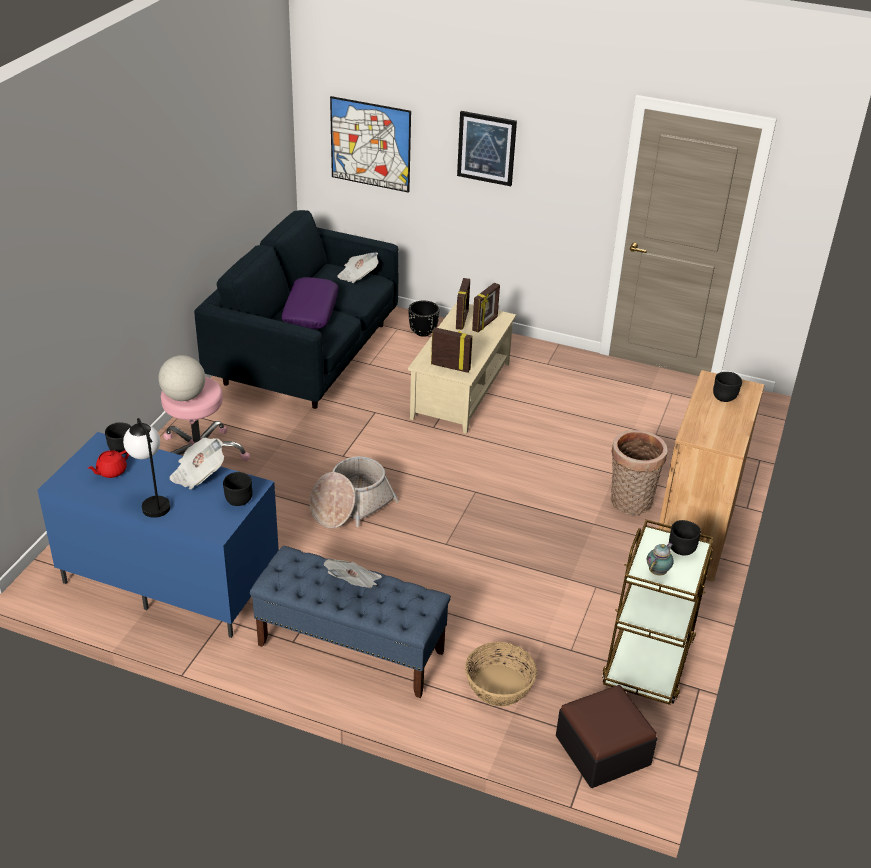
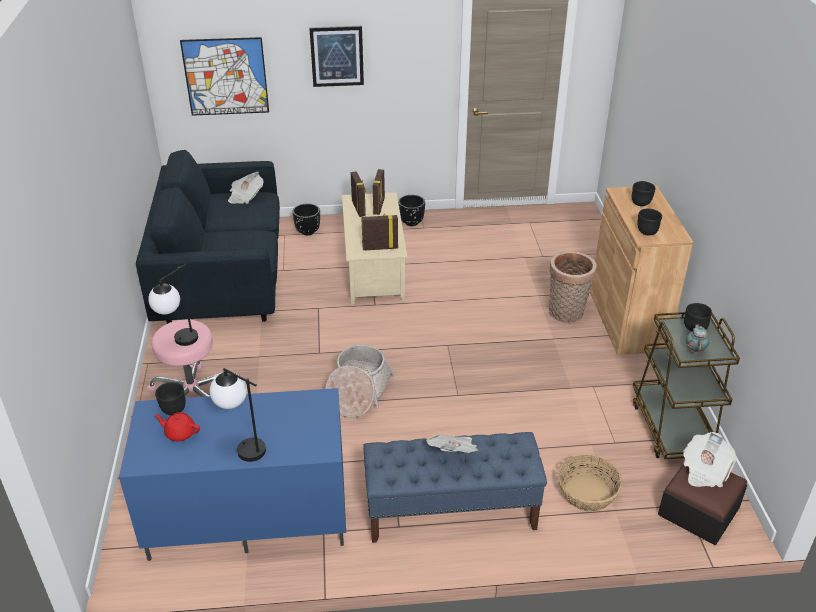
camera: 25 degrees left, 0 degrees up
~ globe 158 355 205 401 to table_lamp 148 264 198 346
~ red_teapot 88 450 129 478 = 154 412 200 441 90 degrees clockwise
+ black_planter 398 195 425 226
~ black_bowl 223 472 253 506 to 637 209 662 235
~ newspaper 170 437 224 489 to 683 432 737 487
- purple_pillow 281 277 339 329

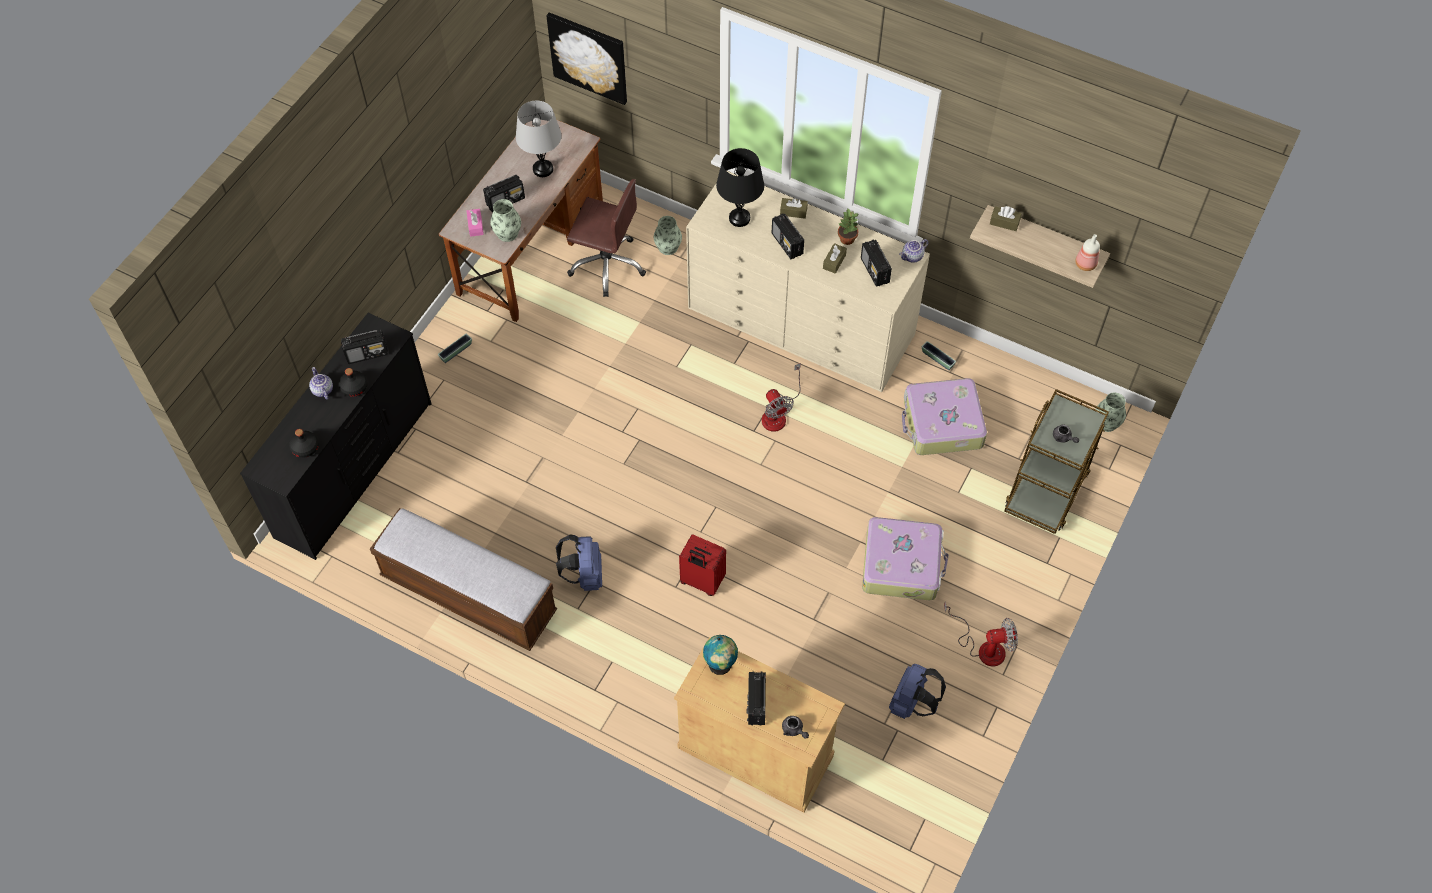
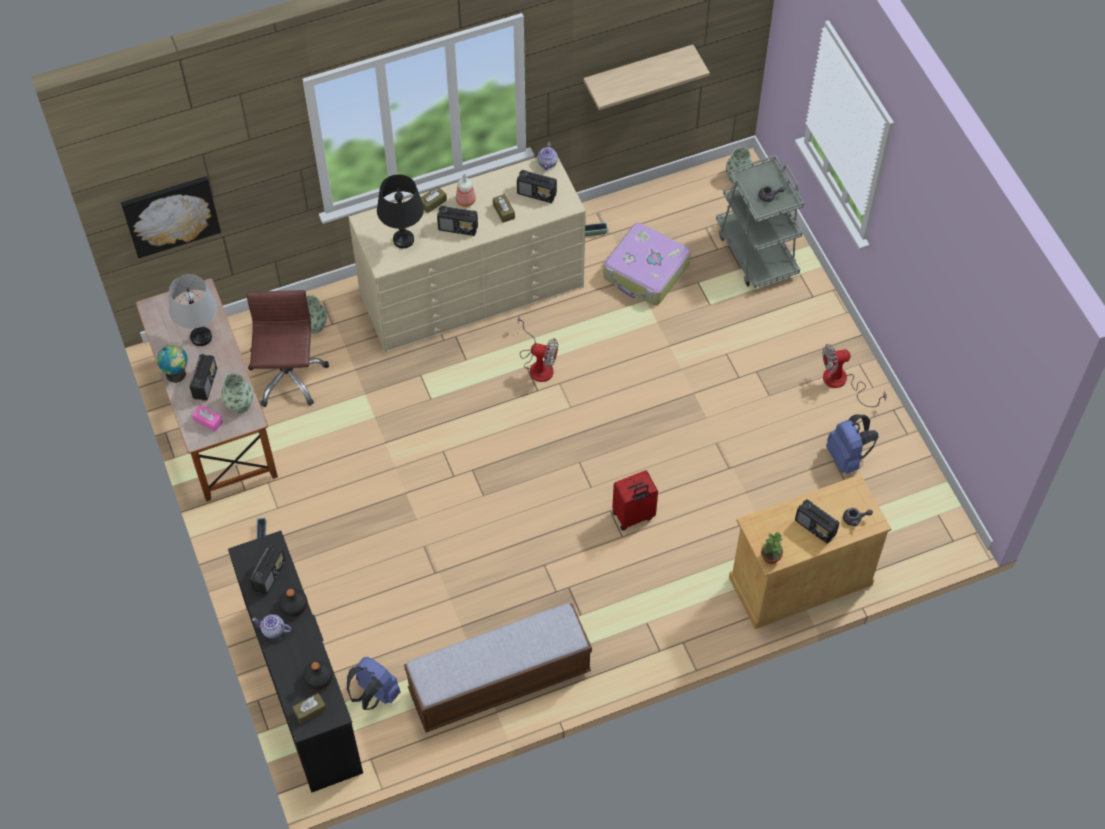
camera: 50 degrees left, 0 degrees up
~ globe 703 635 738 675 to 157 345 188 383
~ brown_office_chair 567 179 646 297 = 246 290 329 407 60 degrees counterclockwise
~ brown_tissue_box 990 206 1022 231 to 293 693 327 724
~ blue_backpack 556 534 602 591 to 347 657 401 710
~ bottle 1075 234 1100 271 to 456 174 476 207
~ brown_cart 1005 389 1109 534 to grey_cart 716 155 804 288
~ potted_plant 838 209 859 245 to 761 531 783 564
~ fan 944 602 1018 667 = 822 344 887 407 135 degrees counterclockwise
- suitcase 862 517 949 600

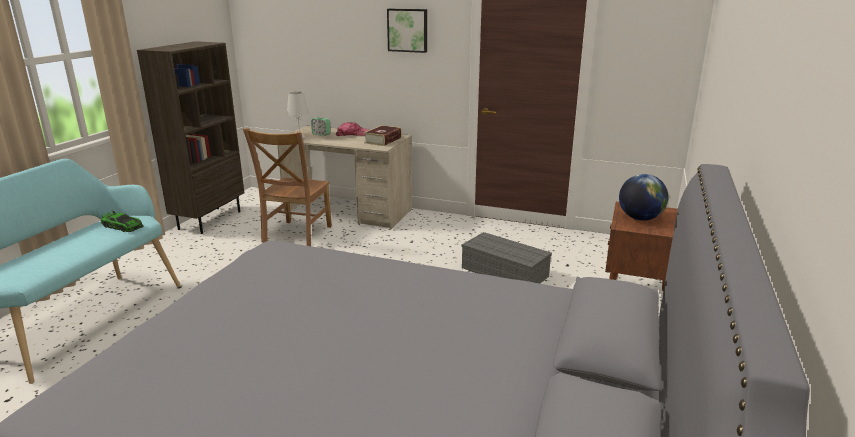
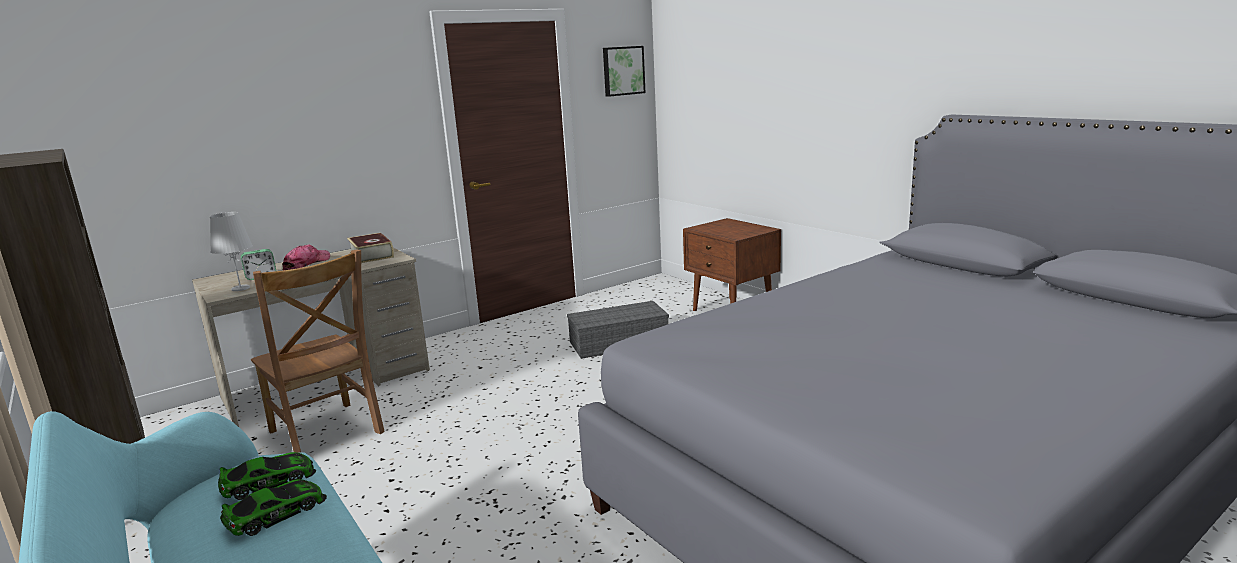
camera: 55 degrees left, 5 degrees down
+ toy_car 220 479 327 536
~ picture 387 9 427 53 to 603 46 646 97
- globe 619 174 668 221

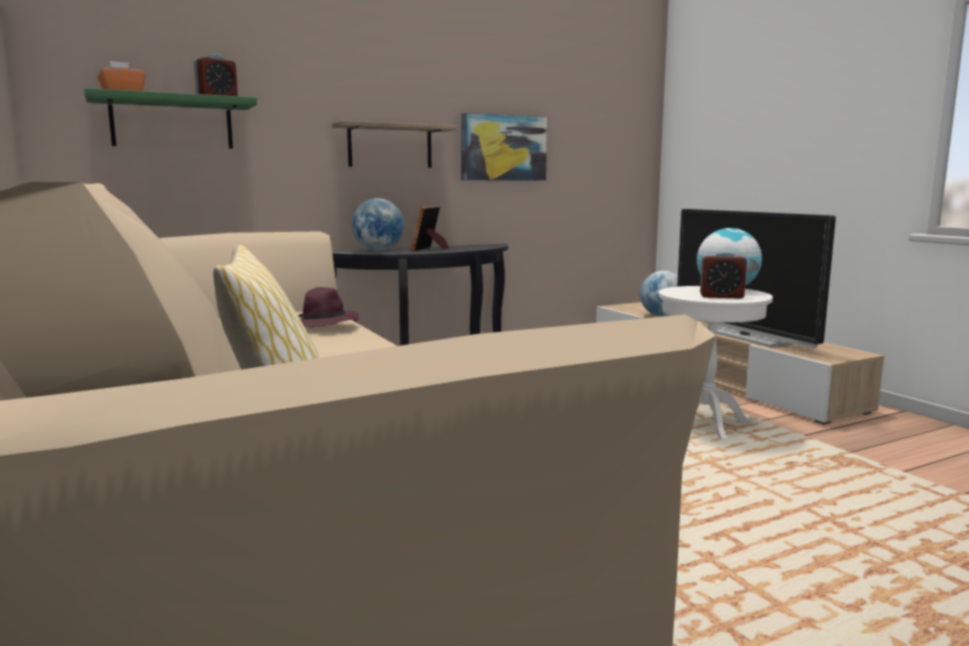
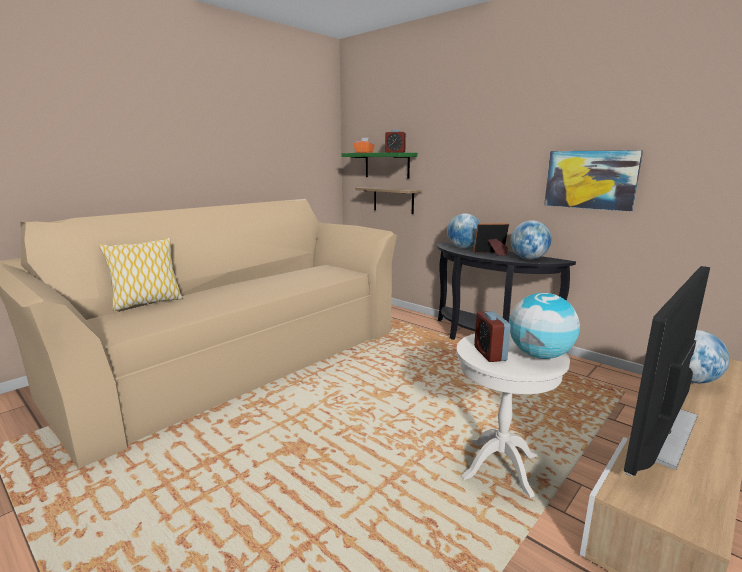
camera: 70 degrees right, 5 degrees up
~ shelf 332 121 458 168 to 355 187 422 214
+ globe 511 220 552 259
- purple_hat 298 287 359 328

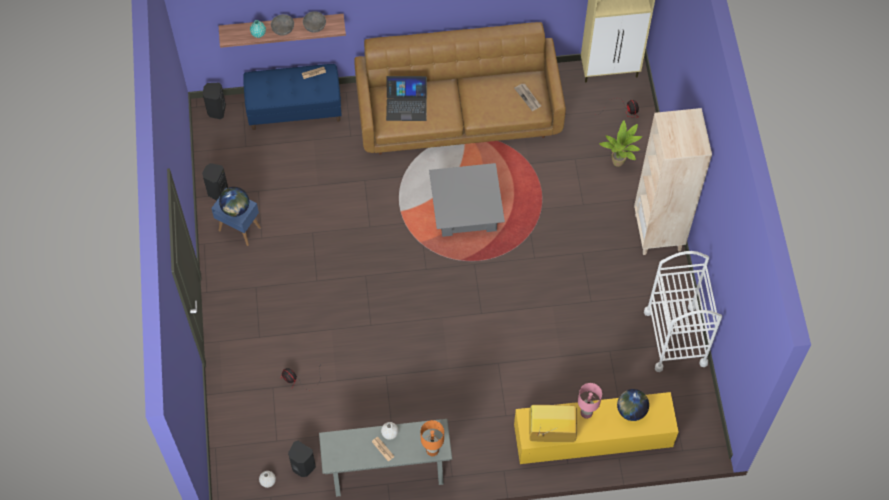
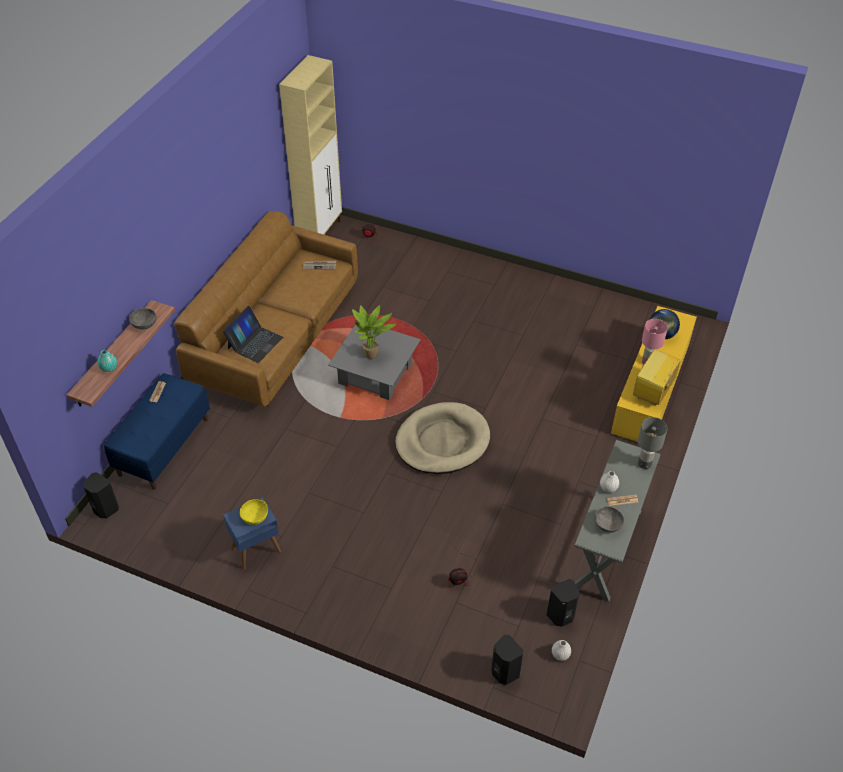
camera: 60 degrees left, 15 degrees down
~ globe 219 187 249 217 to yellow_bowl 240 499 268 525
~ potted_plant 599 121 642 167 to 352 305 396 359
+ beige_dog_bed 395 402 490 474
~ black_speaker 202 163 228 200 to 491 635 523 685
~ grey_bowl 271 14 294 36 to 594 506 624 533
~ orange_table_lamp 420 420 444 456 to grey_table_lamp 638 417 668 469
- beige_bookcase 634 108 712 255
- white_cart 644 251 722 372

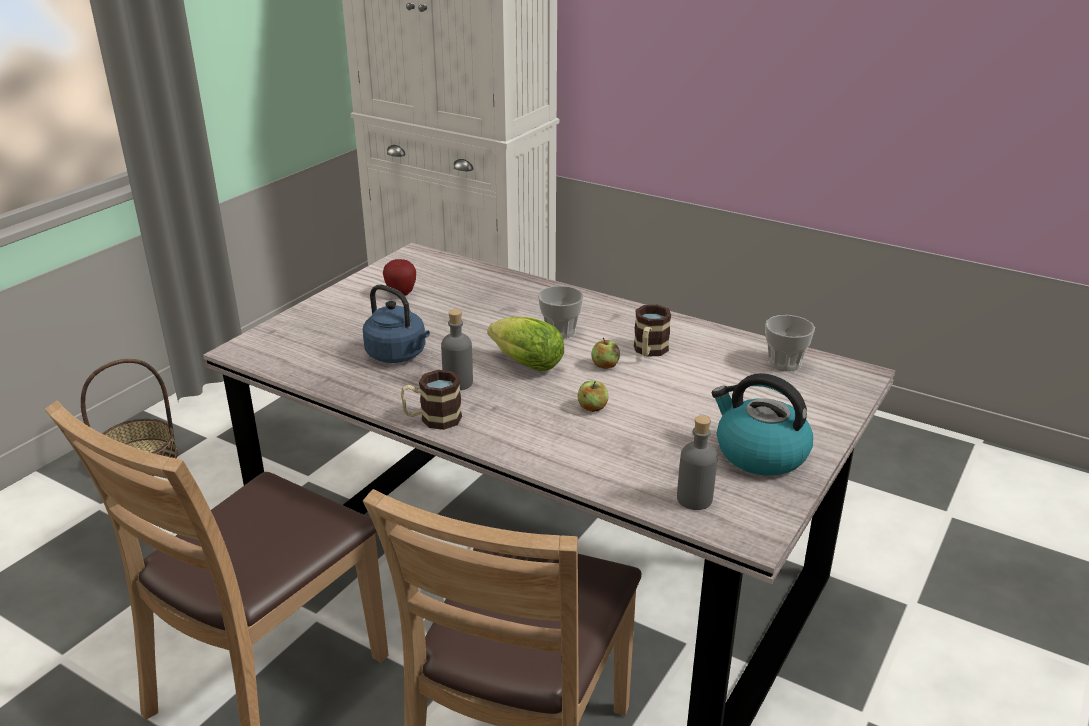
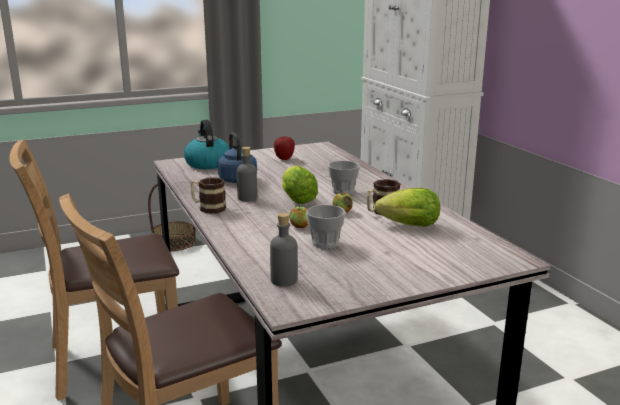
camera: 35 degrees right, 10 degrees down
~ kettle 712 373 813 476 to 184 120 230 169
~ cup 765 315 815 371 to 306 205 346 249
+ lettuce 374 188 440 227

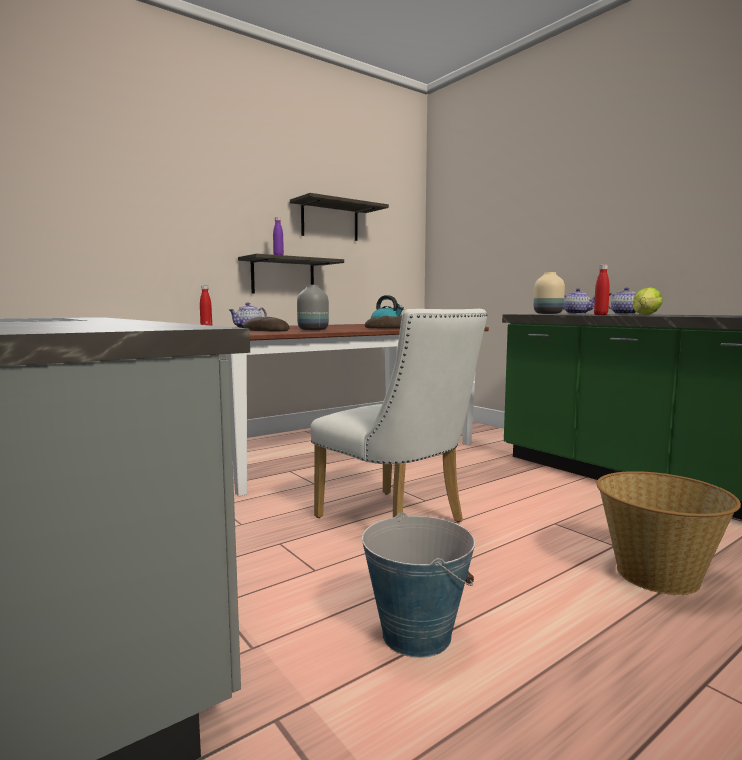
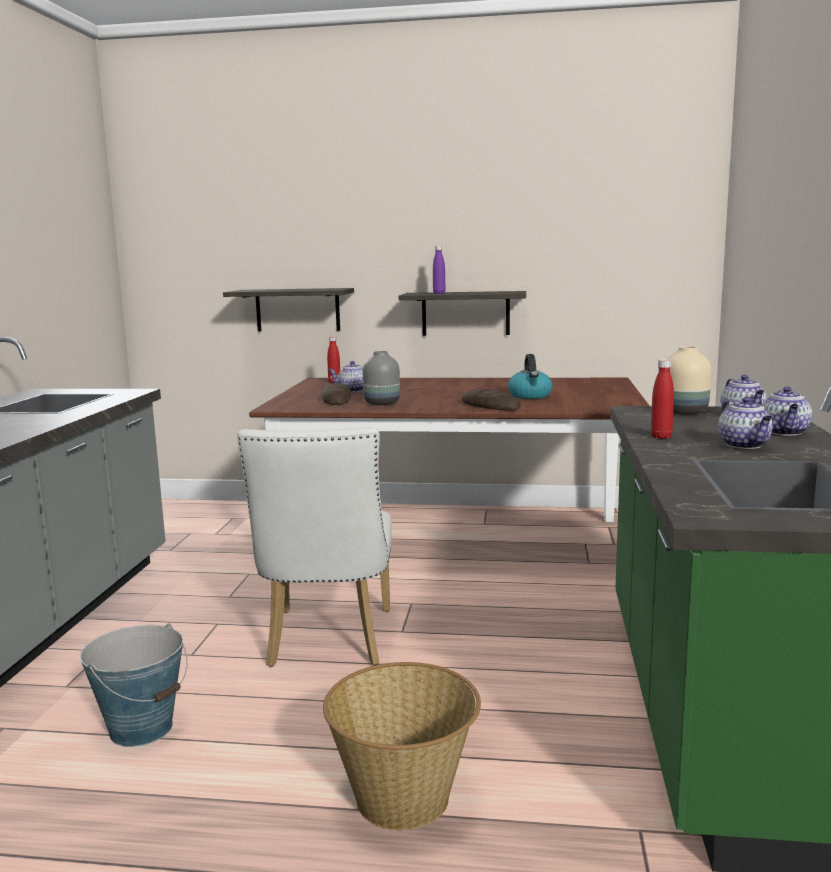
camera: 45 degrees right, 5 degrees up
~ shelf 290 193 389 241 to 223 288 354 332
~ lettuce 632 287 663 315 to teapot 718 397 772 449

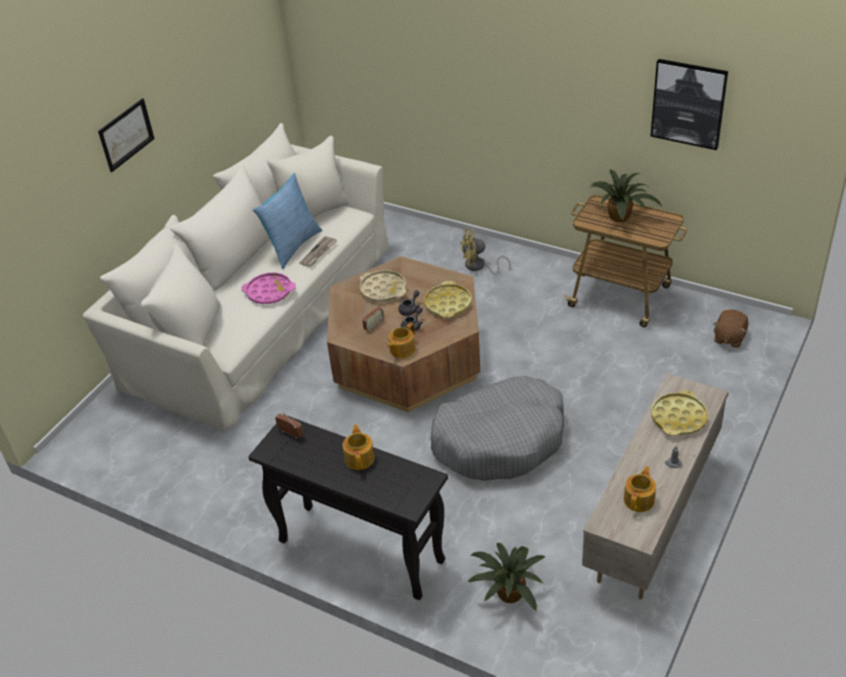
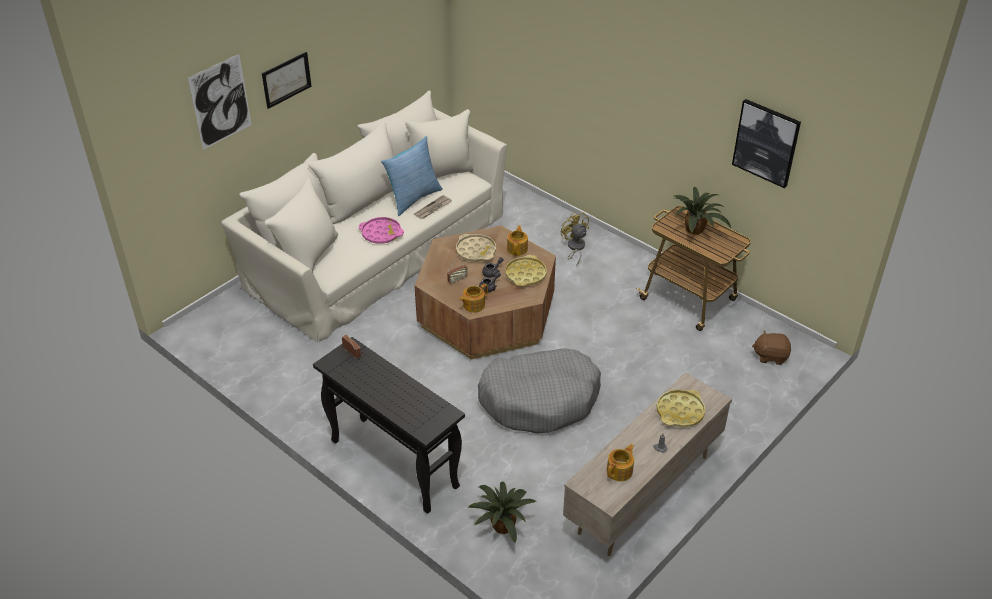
camera: 10 degrees right, 0 degrees up
+ picture 188 54 252 150
~ teapot 343 424 375 470 to 507 225 528 256
~ yellow_fan 460 229 511 275 = 561 212 589 266 60 degrees clockwise
~ brown_plush_toy 713 310 748 348 = 752 330 791 365 60 degrees clockwise

